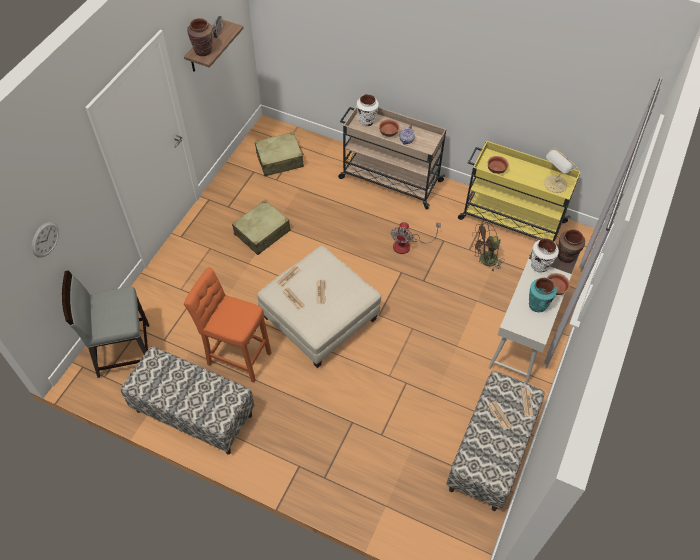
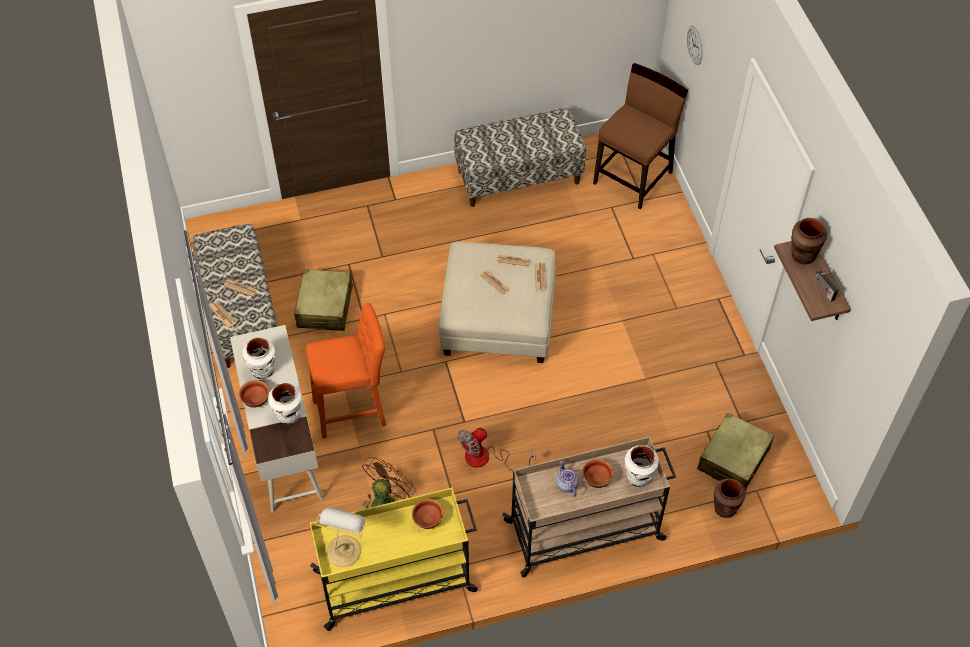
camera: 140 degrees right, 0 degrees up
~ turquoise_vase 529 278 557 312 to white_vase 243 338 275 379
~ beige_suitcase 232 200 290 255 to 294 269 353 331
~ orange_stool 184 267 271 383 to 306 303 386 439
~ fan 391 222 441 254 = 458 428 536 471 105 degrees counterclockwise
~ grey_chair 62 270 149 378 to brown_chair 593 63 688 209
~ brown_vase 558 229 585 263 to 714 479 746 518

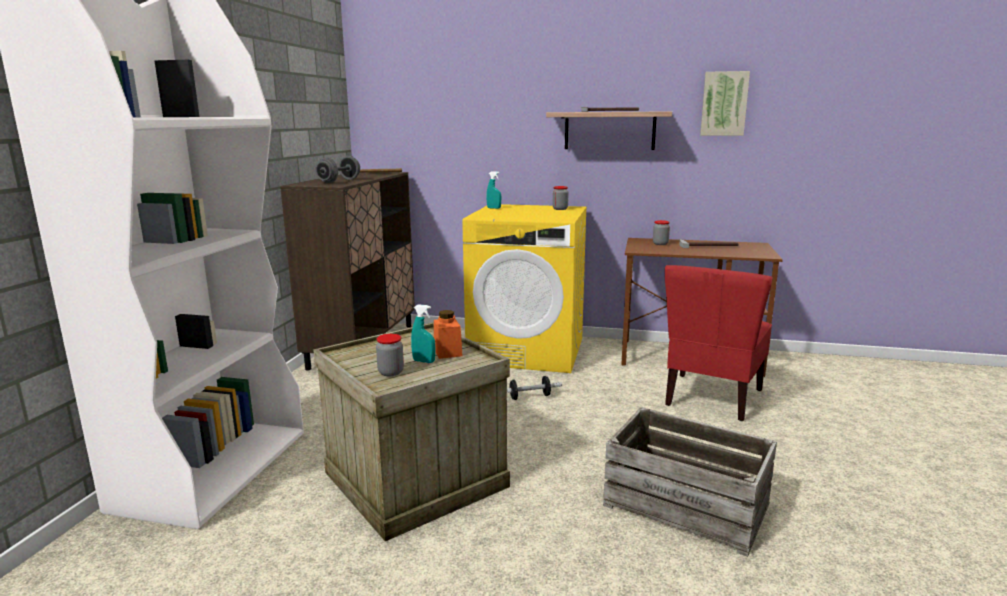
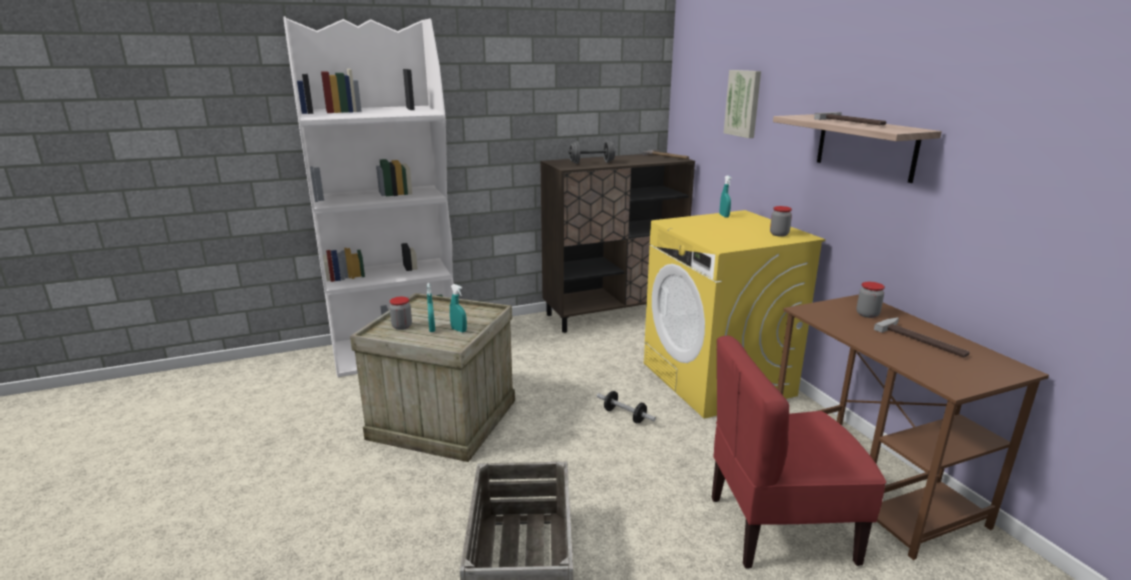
camera: 55 degrees right, 5 degrees up
~ orange_jar 434 310 463 359 to turquoise_spray_bottle 450 284 467 332
~ picture 700 71 750 136 to 724 70 761 138

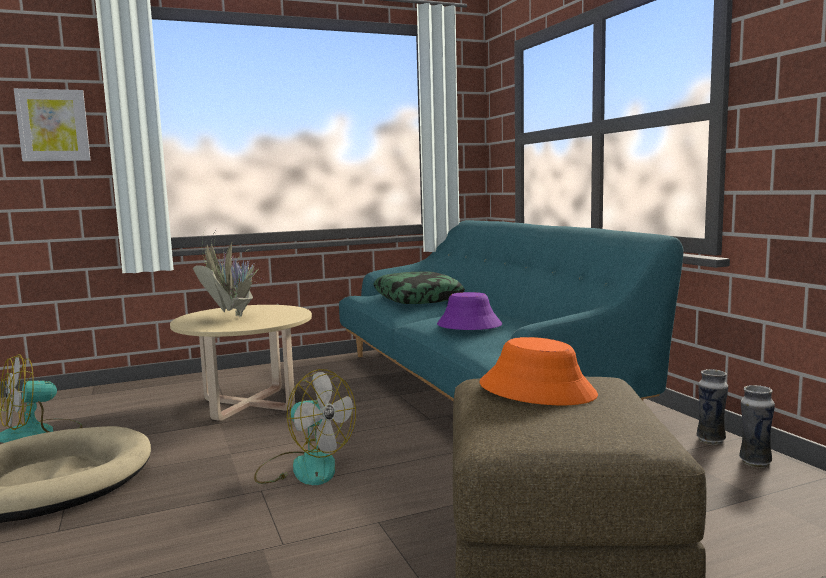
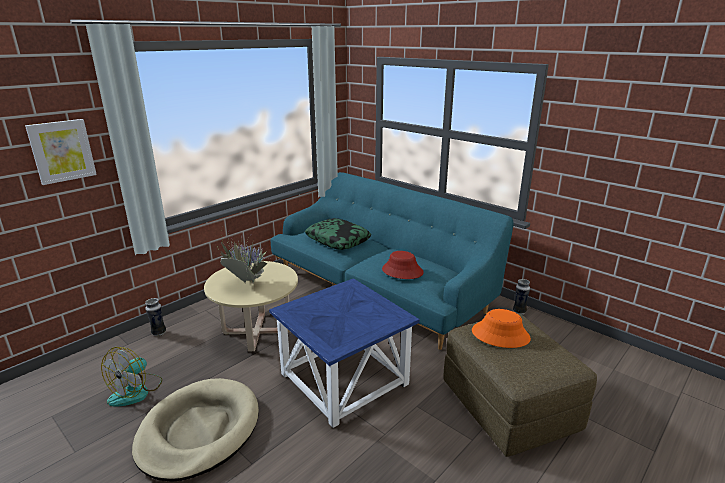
camera: 25 degrees left, 15 degrees up
~ vase 739 385 775 468 to 145 298 166 336
~ fan 254 369 356 485 to blue_side_table 269 278 420 428
~ purple_hat 437 292 502 330 to red_hat 382 251 424 279

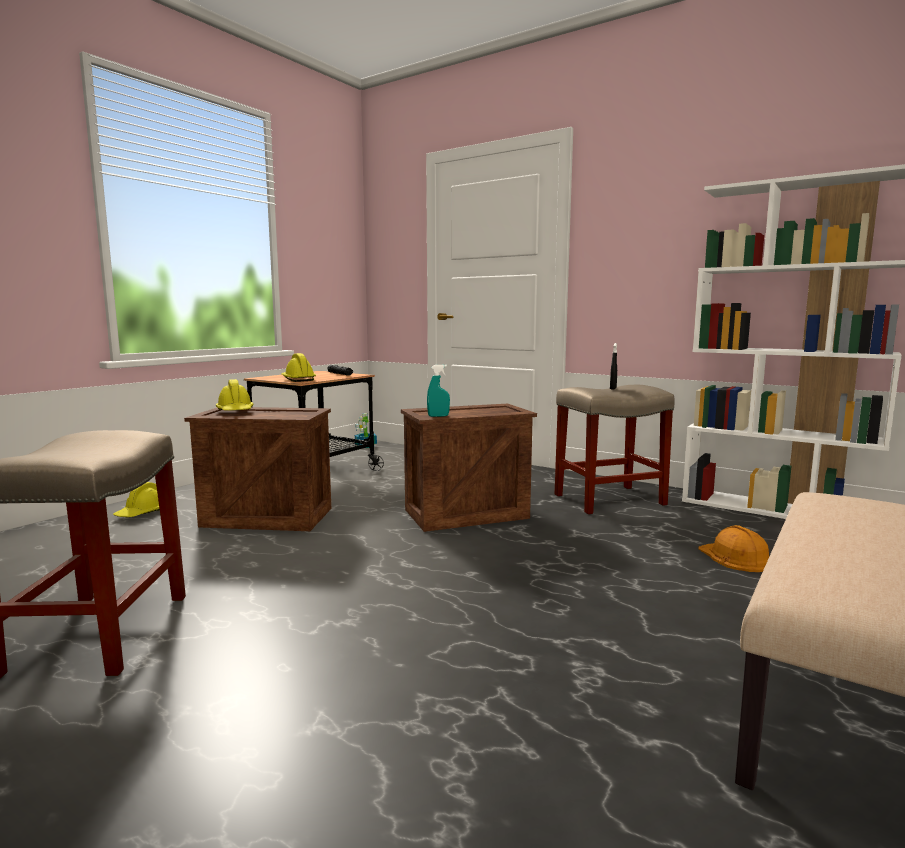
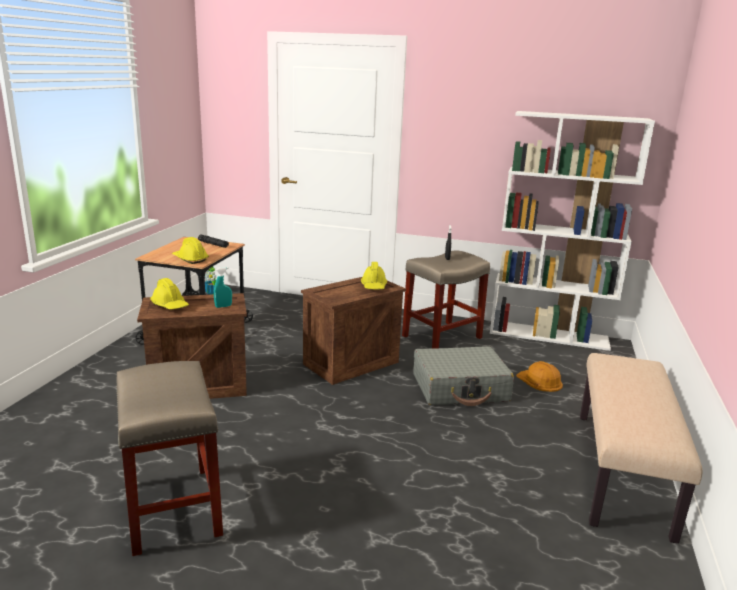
camera: 20 degrees left, 10 degrees up
~ turquoise_spray_bottle 427 365 450 417 to 214 267 232 308
~ yellow_hard_hat 113 482 160 517 to 361 262 387 290
+ grey_suitcase 414 346 514 406

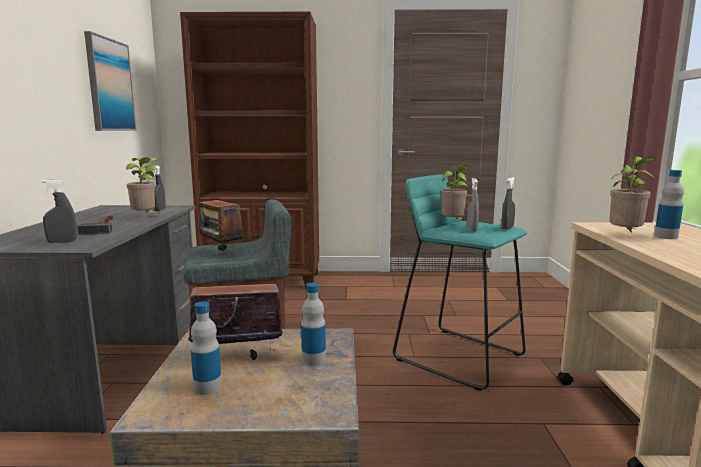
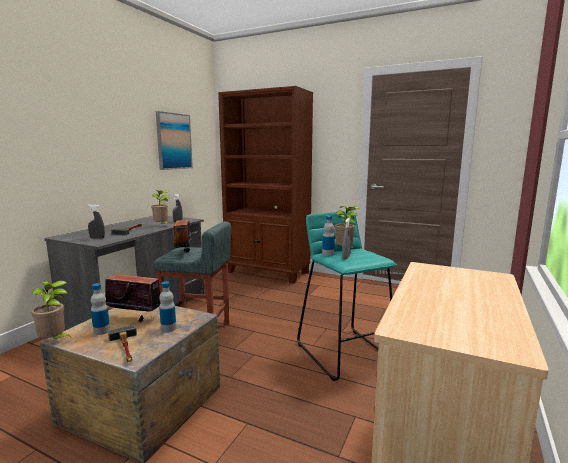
camera: 25 degrees right, 0 degrees up
~ potted_plant 609 156 656 232 to 31 281 72 339
+ hammer 108 325 137 362
~ bottle 654 170 684 239 to 322 215 335 256
- grey_spray_bottle 501 177 515 230

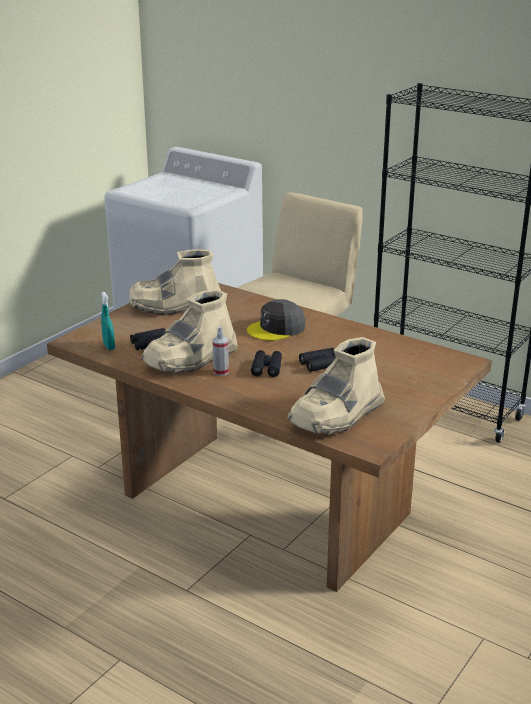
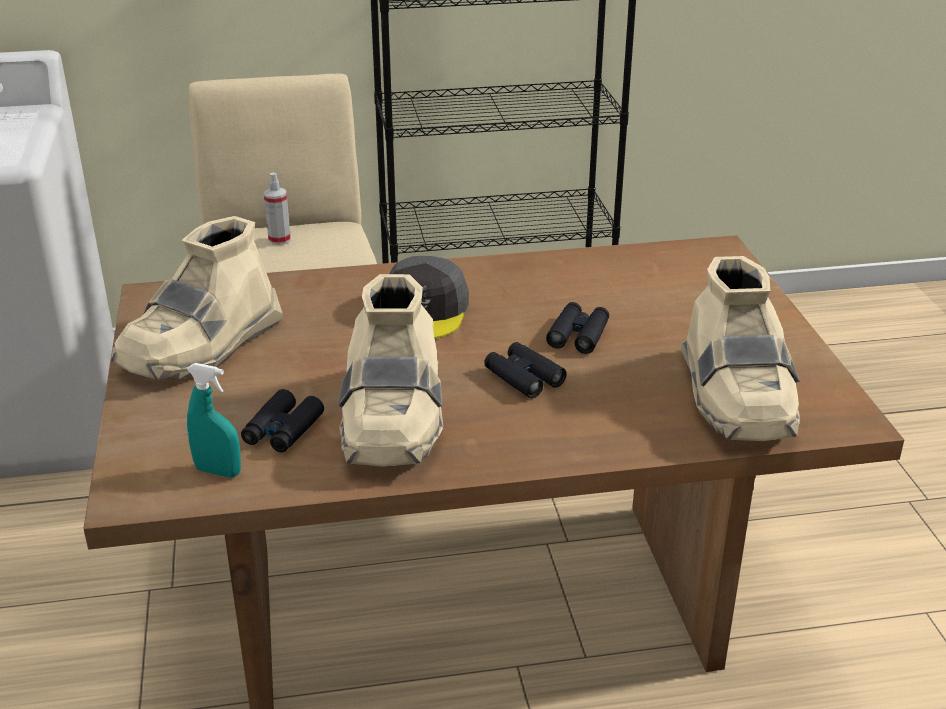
camera: 45 degrees left, 5 degrees up
~ spray_bottle 212 326 229 376 to 264 173 291 245

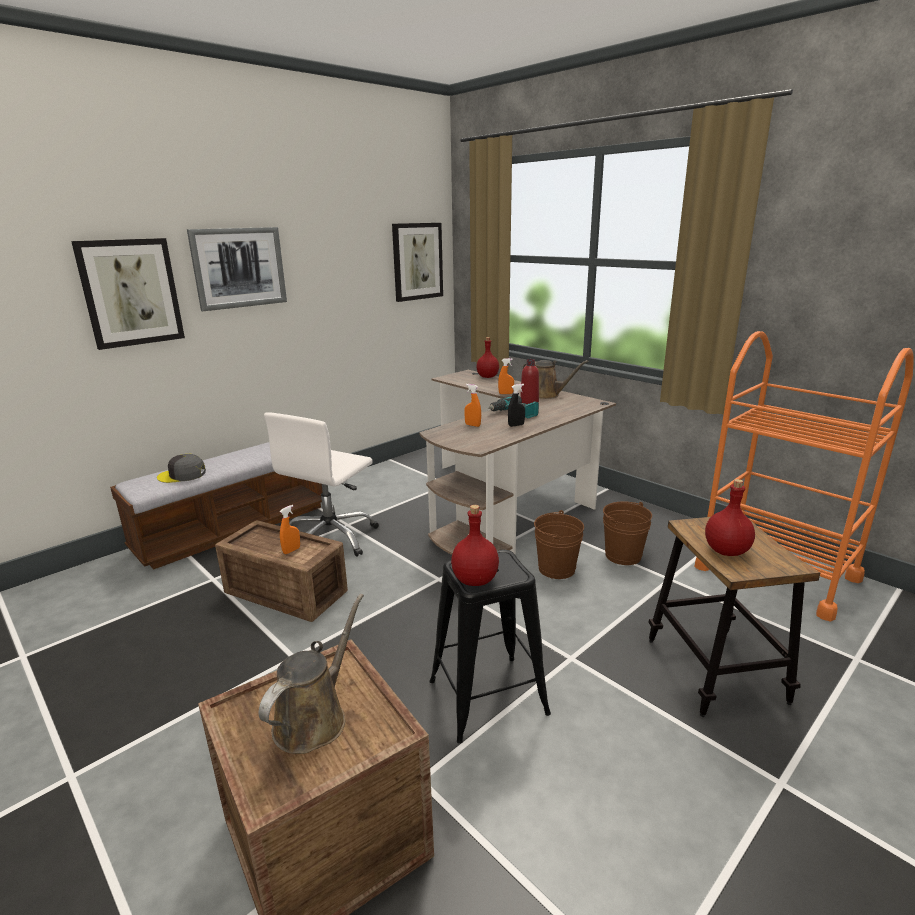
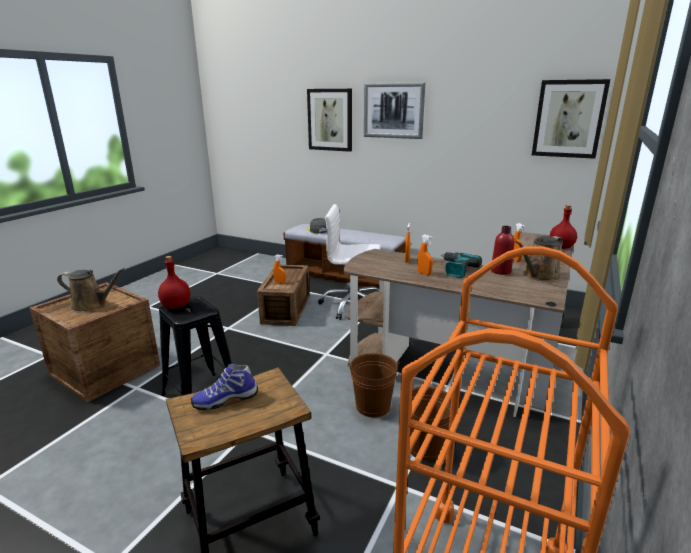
camera: 70 degrees right, 0 degrees up
~ red_bottle 705 479 755 556 to shoe 191 364 258 411
~ black_spray_bottle 508 384 525 427 to orange_spray_bottle 417 234 433 276
~ brown_watering_can 522 360 589 399 = 516 236 563 281 45 degrees clockwise

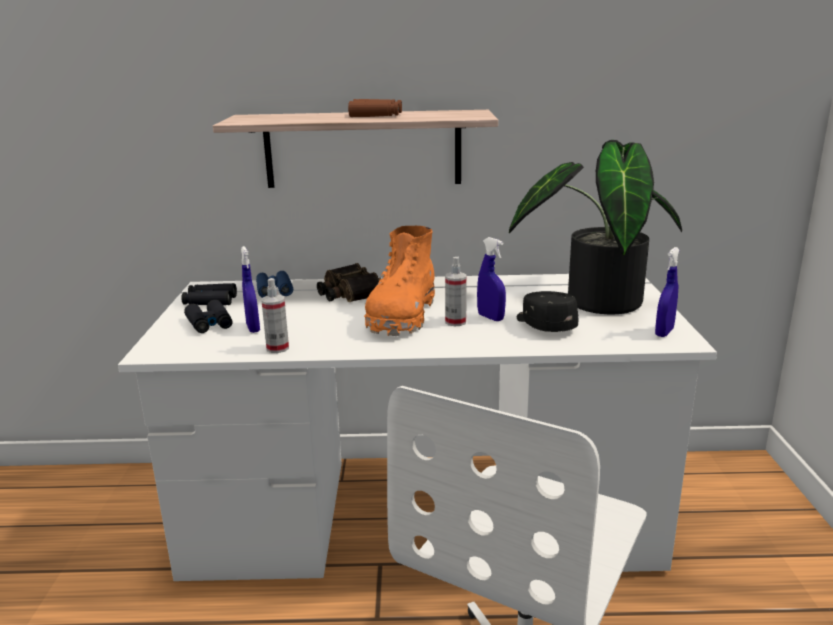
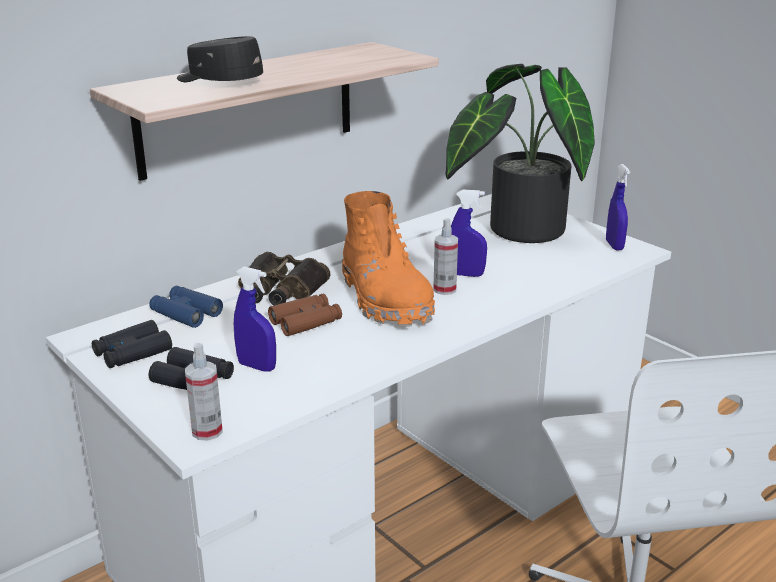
camera: 40 degrees left, 5 degrees up
~ black_cap 517 291 578 332 to 177 36 263 82
~ spray_bottle 261 278 289 353 to 185 343 223 440
~ brown_binoculars 348 99 402 117 to 268 294 342 336

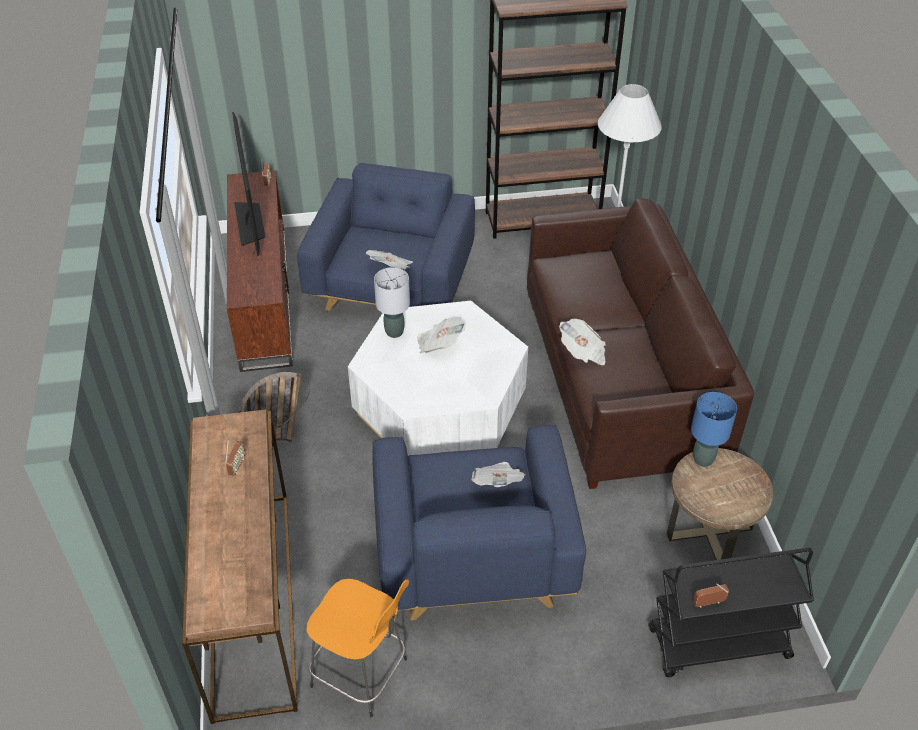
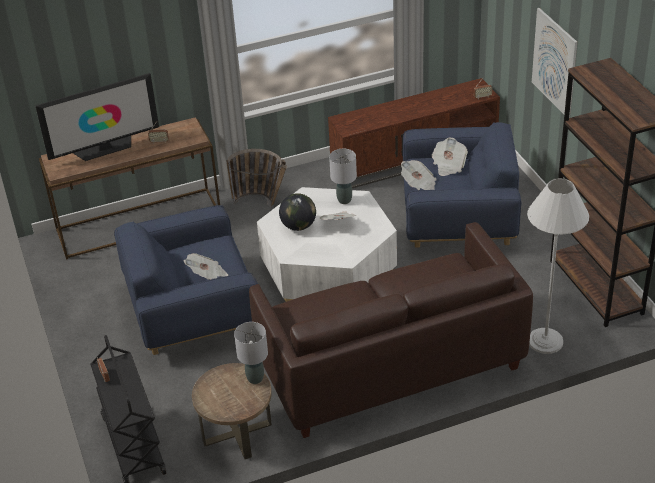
camera: 80 degrees right, 5 degrees down
~ television 232 112 265 256 to 35 73 159 161
~ blue_table_lamp 691 392 737 467 to grey_table_lamp 234 322 268 384
+ globe 279 193 316 231
~ newspaper 559 319 605 365 to 432 138 468 176
+ picture 532 8 577 118
- orange_stool 306 579 409 717

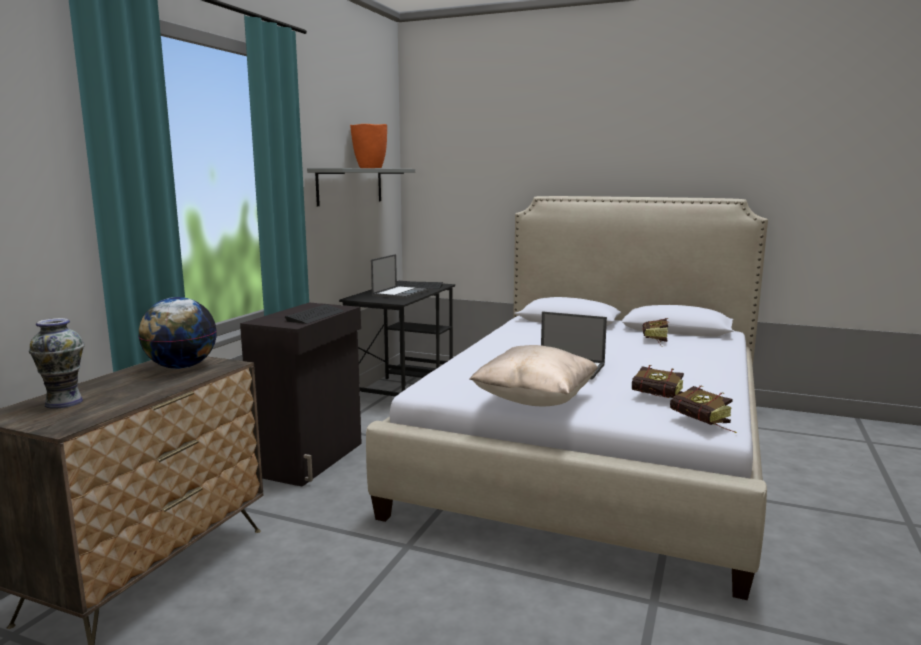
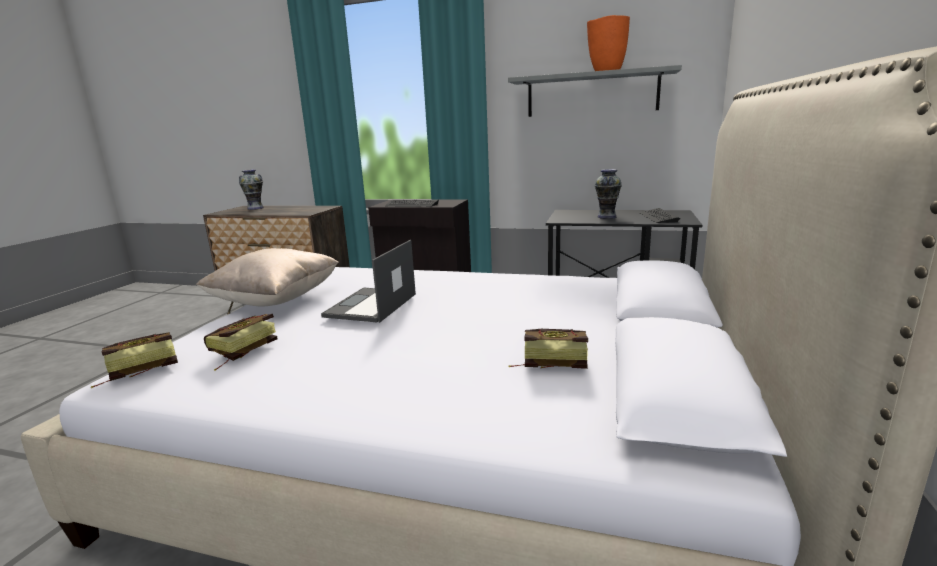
camera: 85 degrees right, 5 degrees up
~ laptop 371 254 428 299 to vase 595 169 622 219
- globe 138 297 217 369

